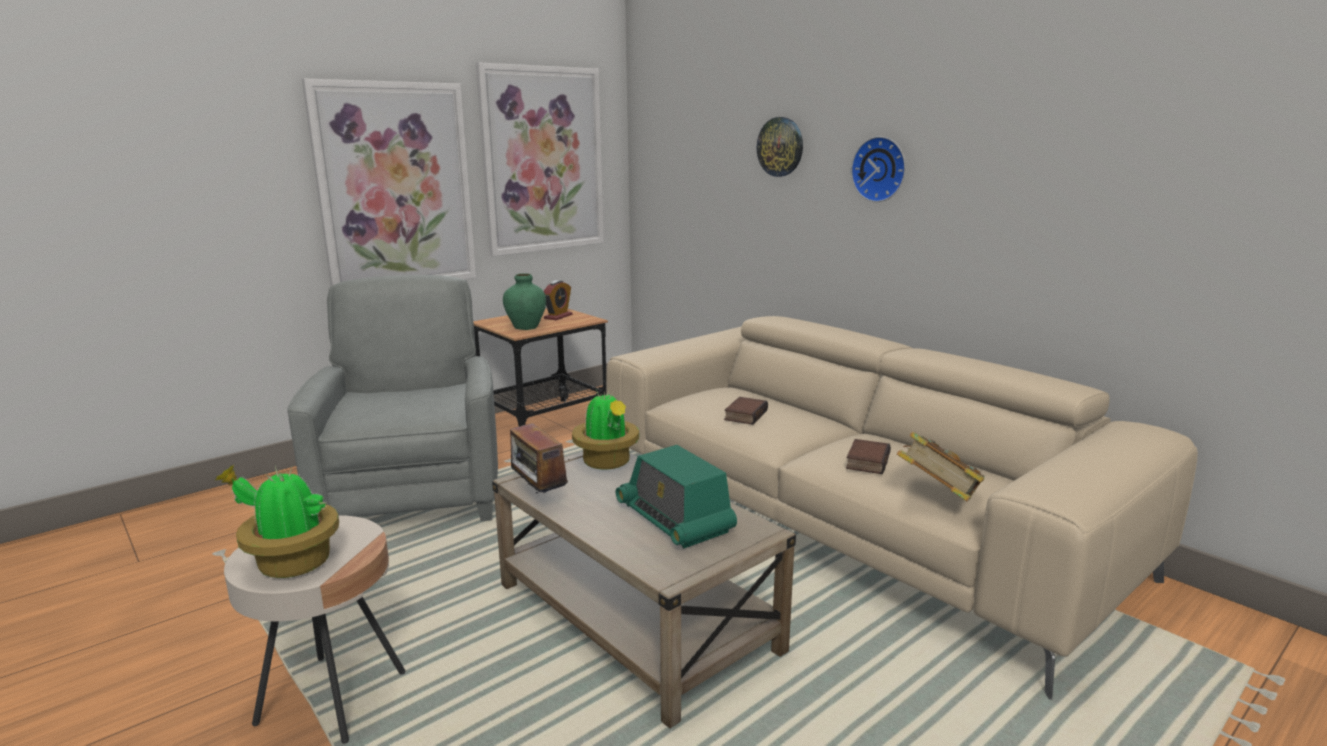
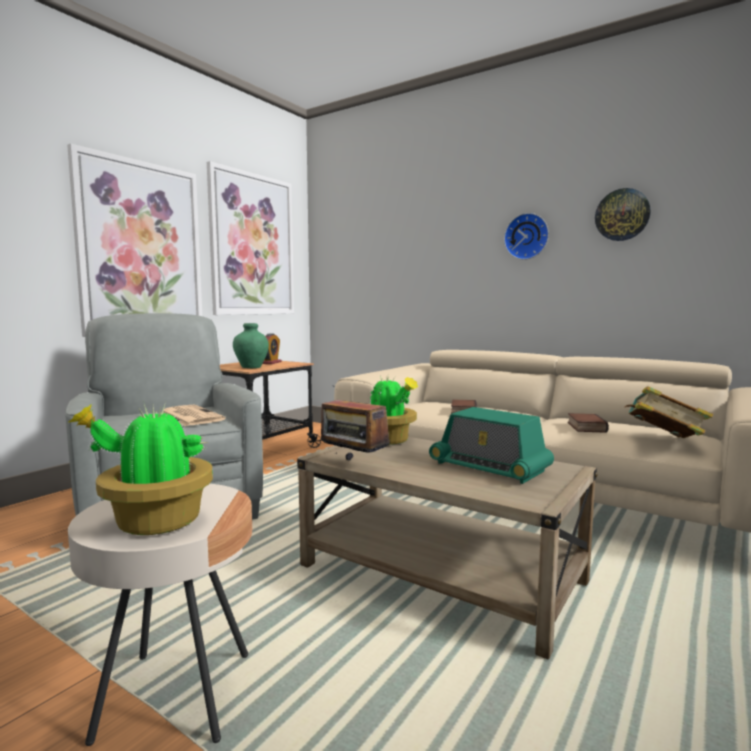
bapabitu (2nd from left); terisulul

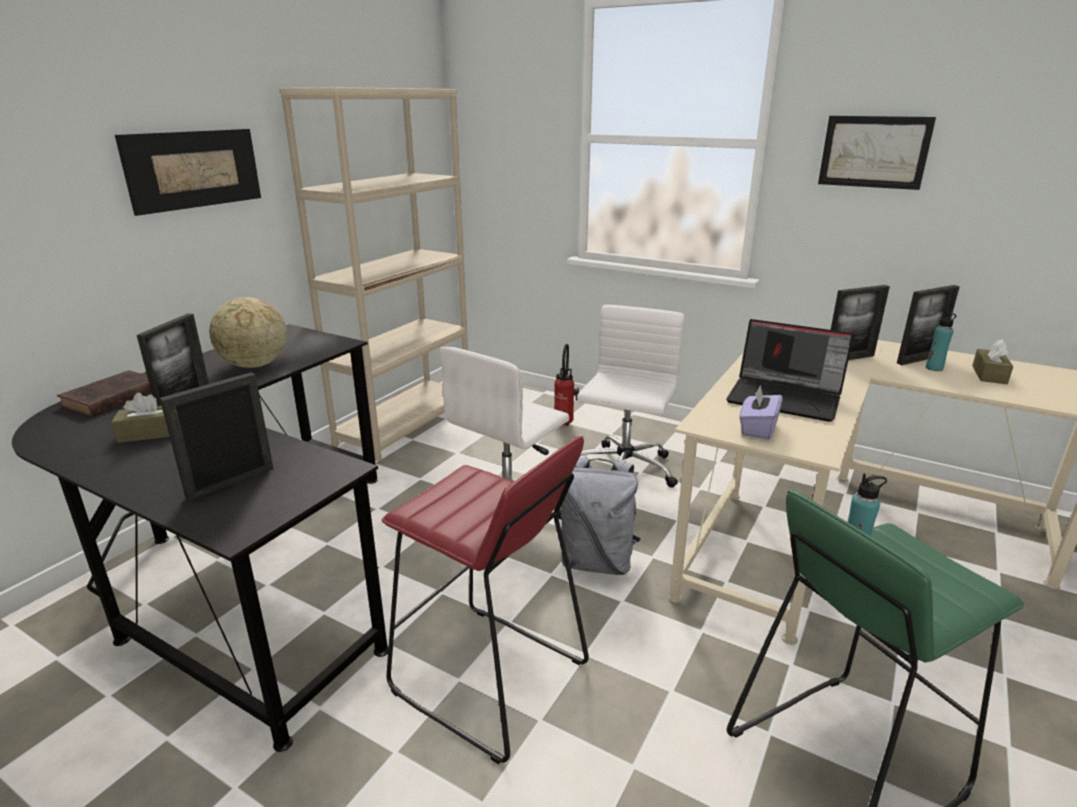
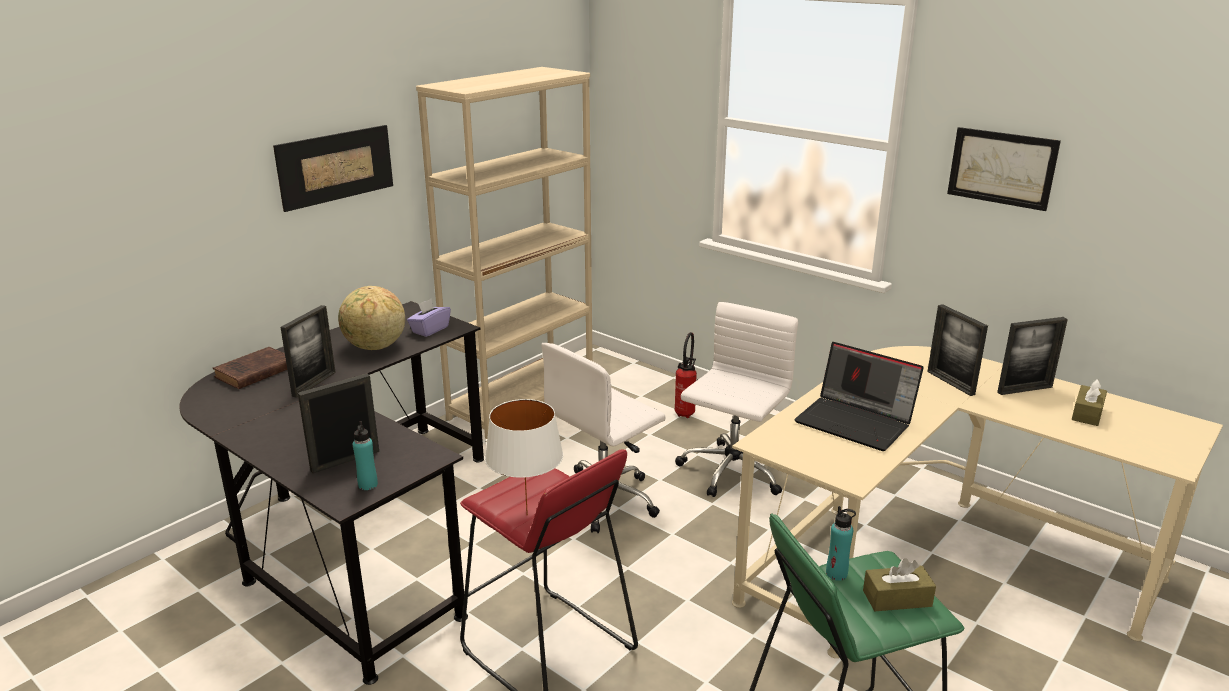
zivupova (3rd from left); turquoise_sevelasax (1st from left); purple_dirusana; brown_dirusana (1st from left); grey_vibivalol; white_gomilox

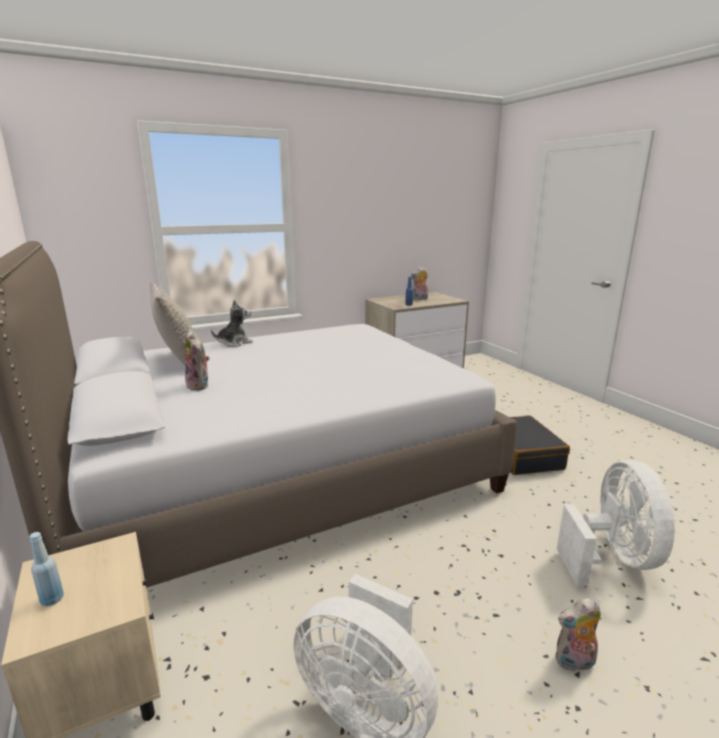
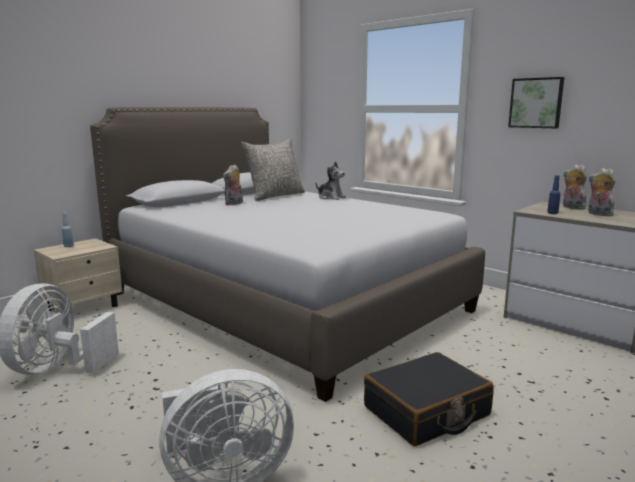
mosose (3rd from left); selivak

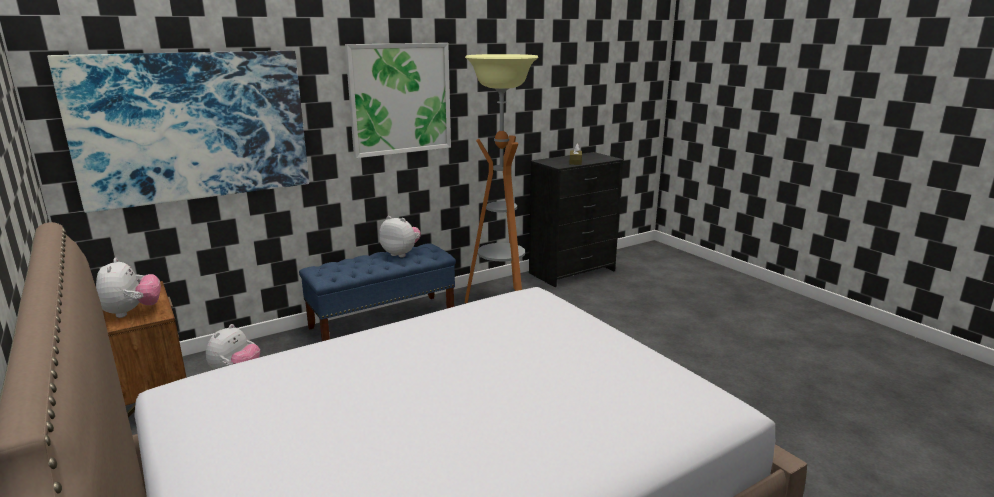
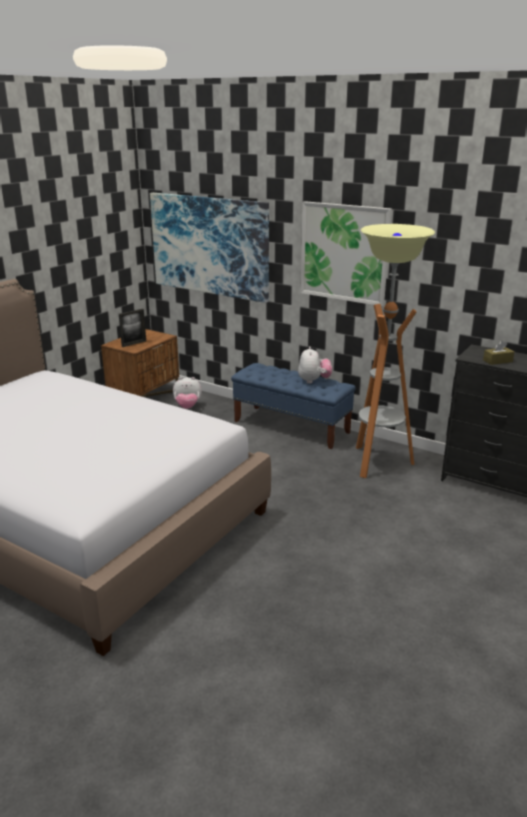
zivupova

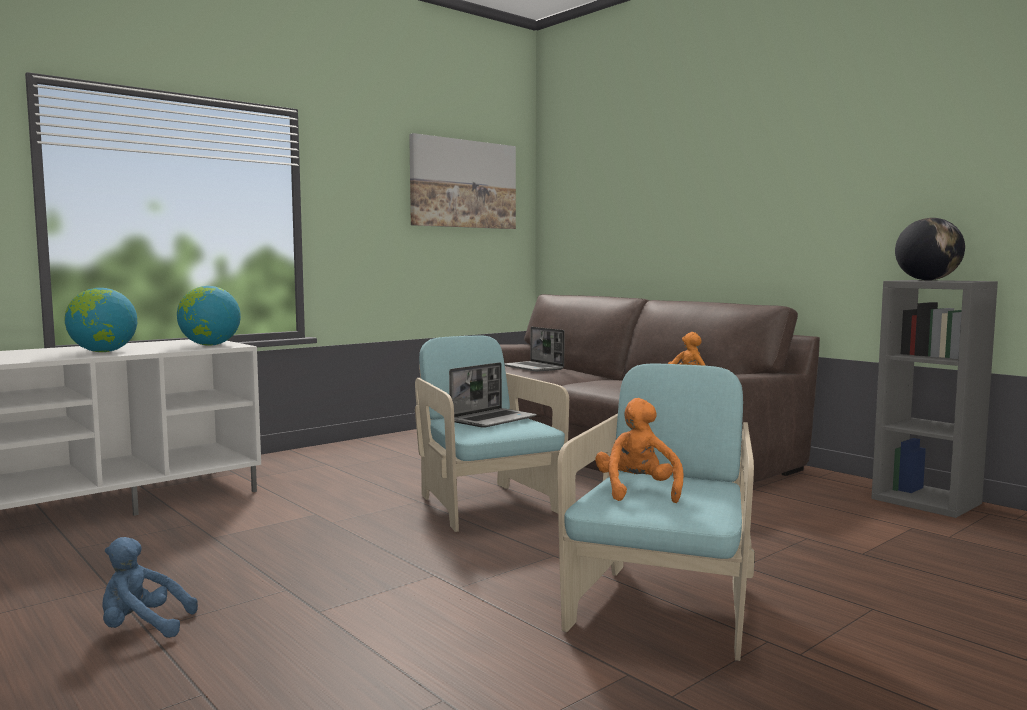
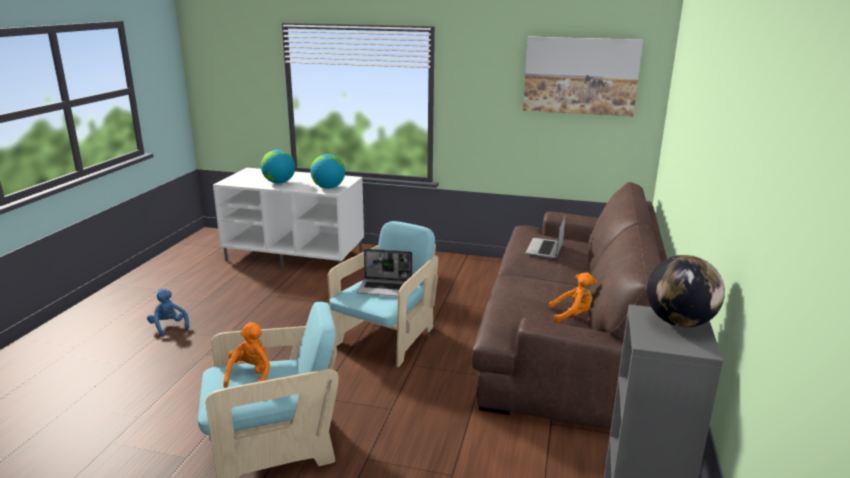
orange_mosose (1st from left)

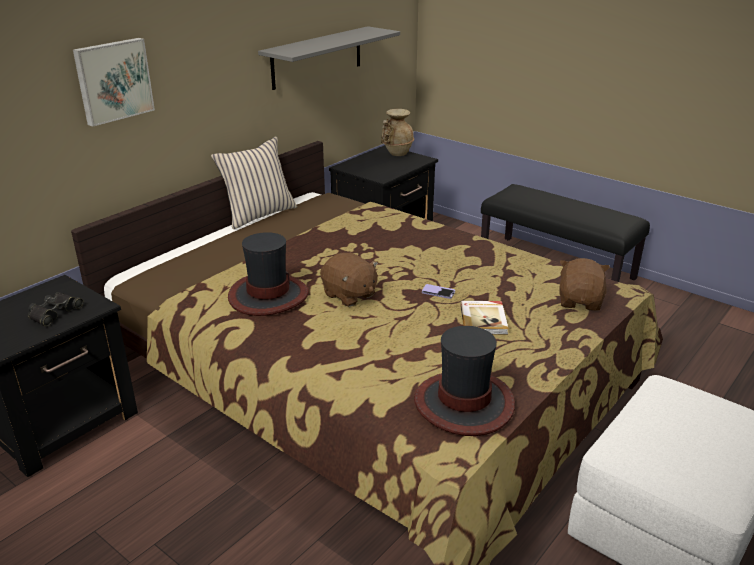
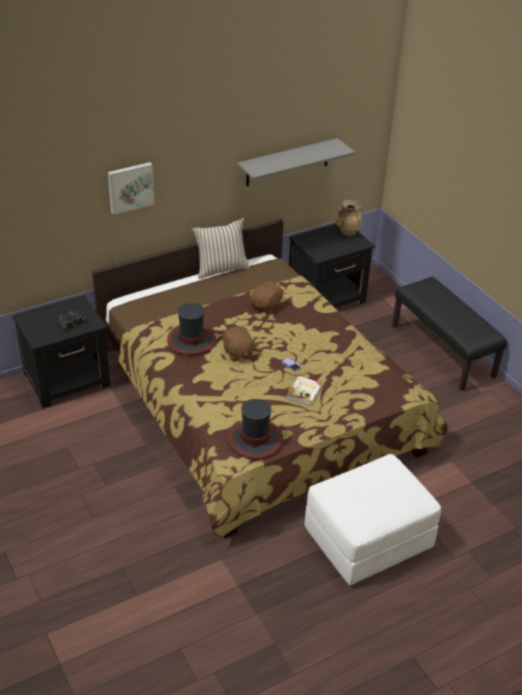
brown_mosose (2nd from left)

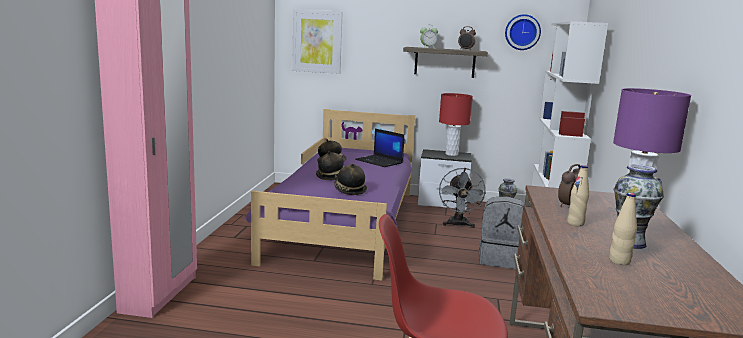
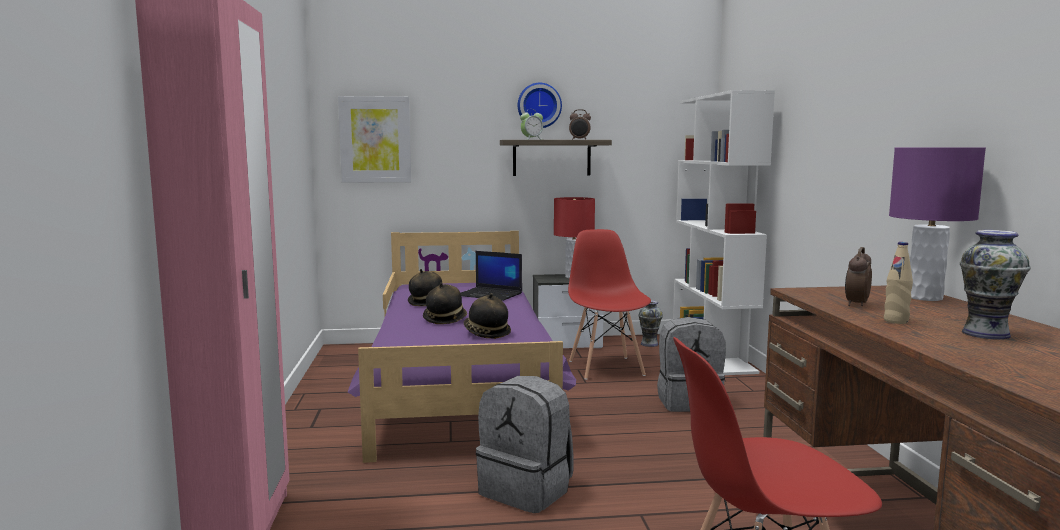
bapabitu; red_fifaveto (1st from left); beige_sevelasax (2nd from left in the first image); grey_vibivalol (1st from left)

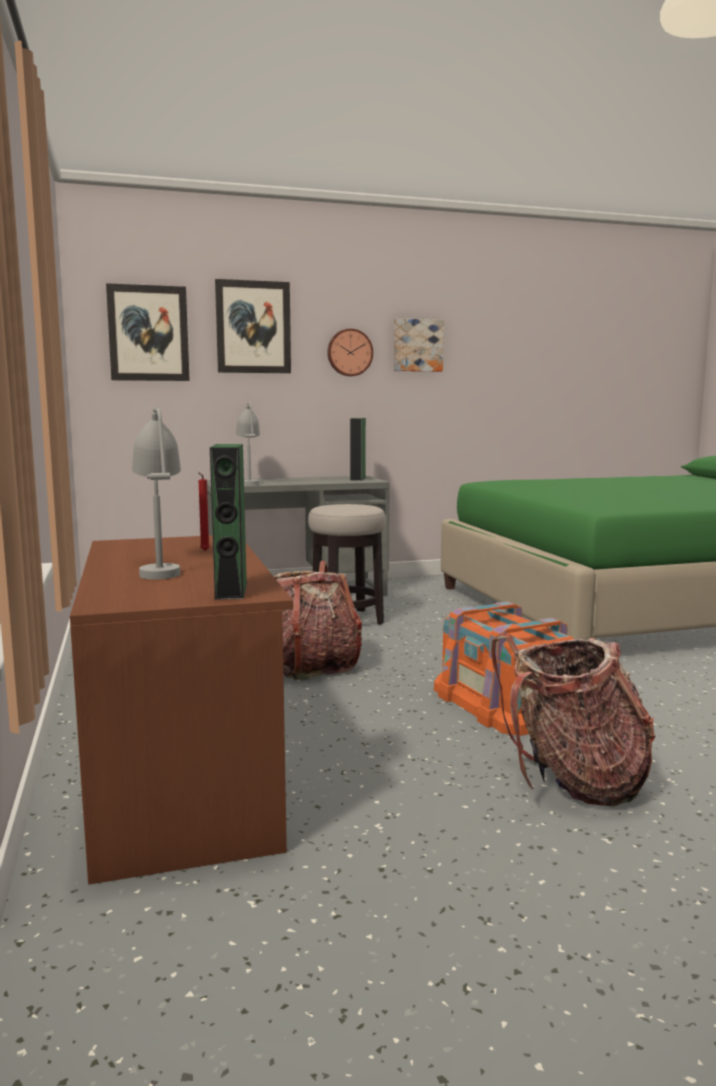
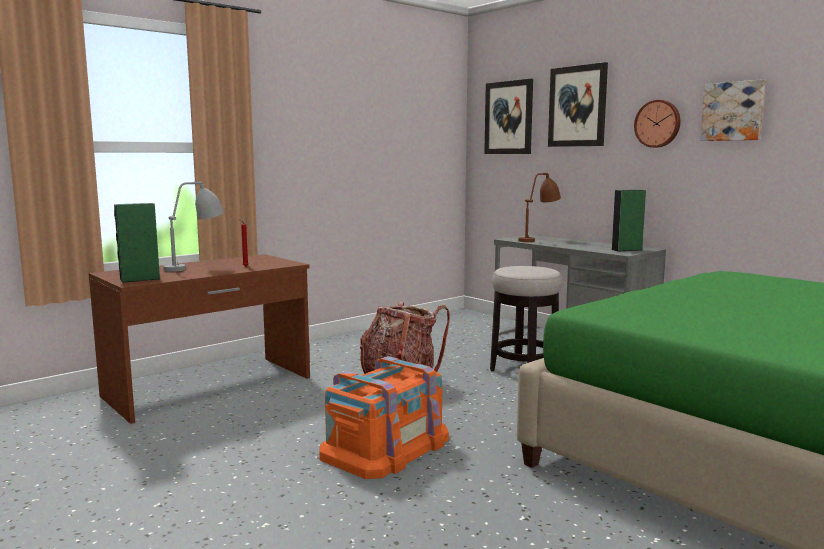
brown_gomilox; vibivalol (2nd from left in the first image)

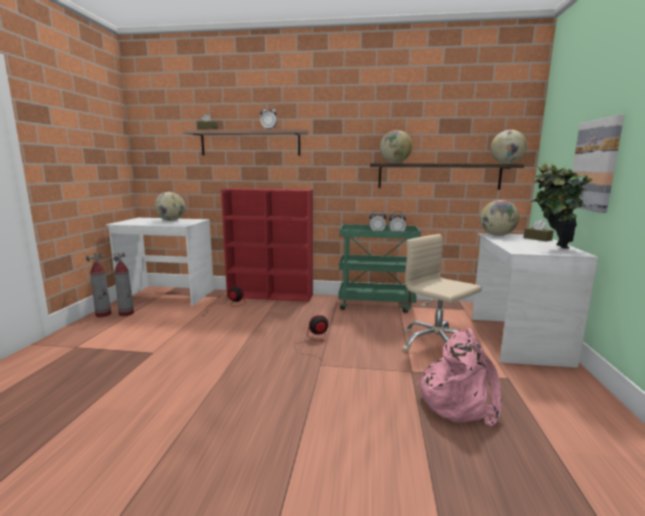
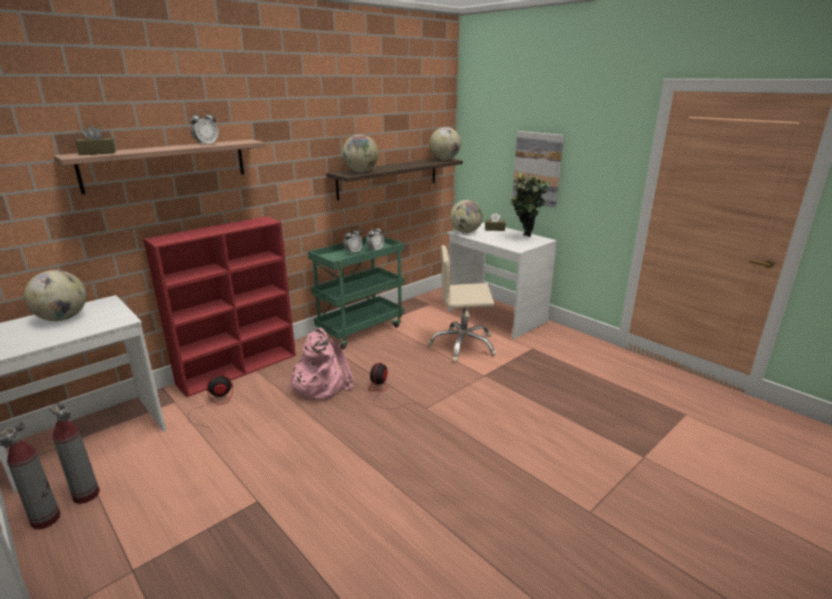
pink_vibivalol

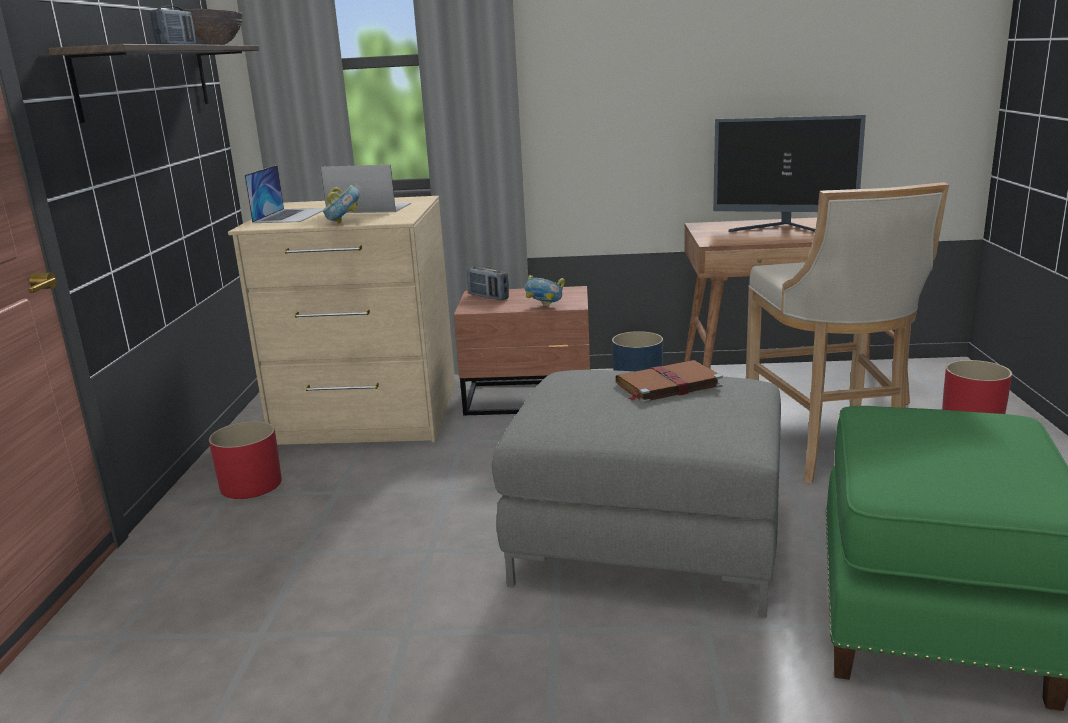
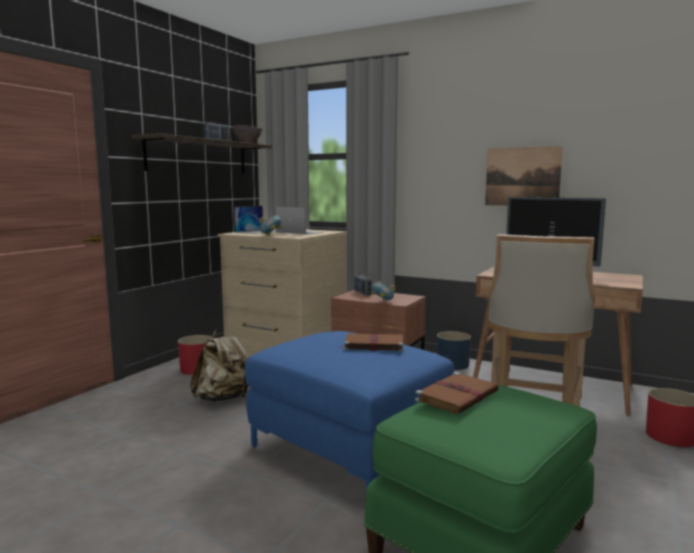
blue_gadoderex; selivak; beige_vibivalol; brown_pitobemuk (2nd from left)

